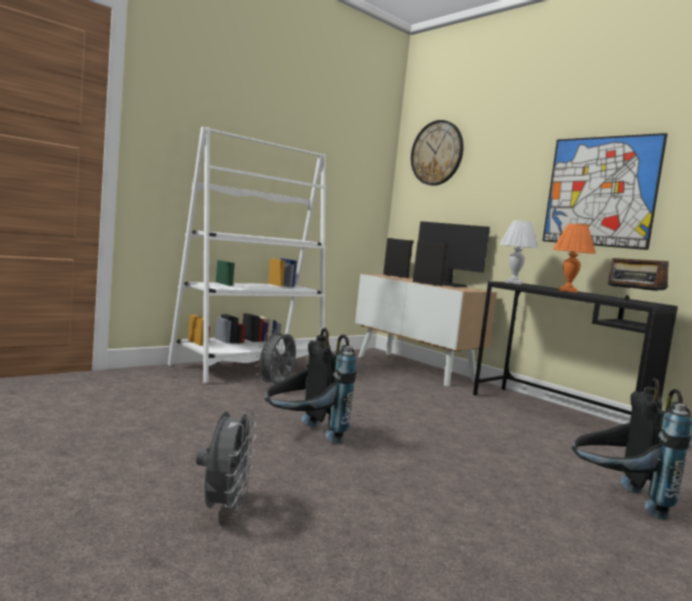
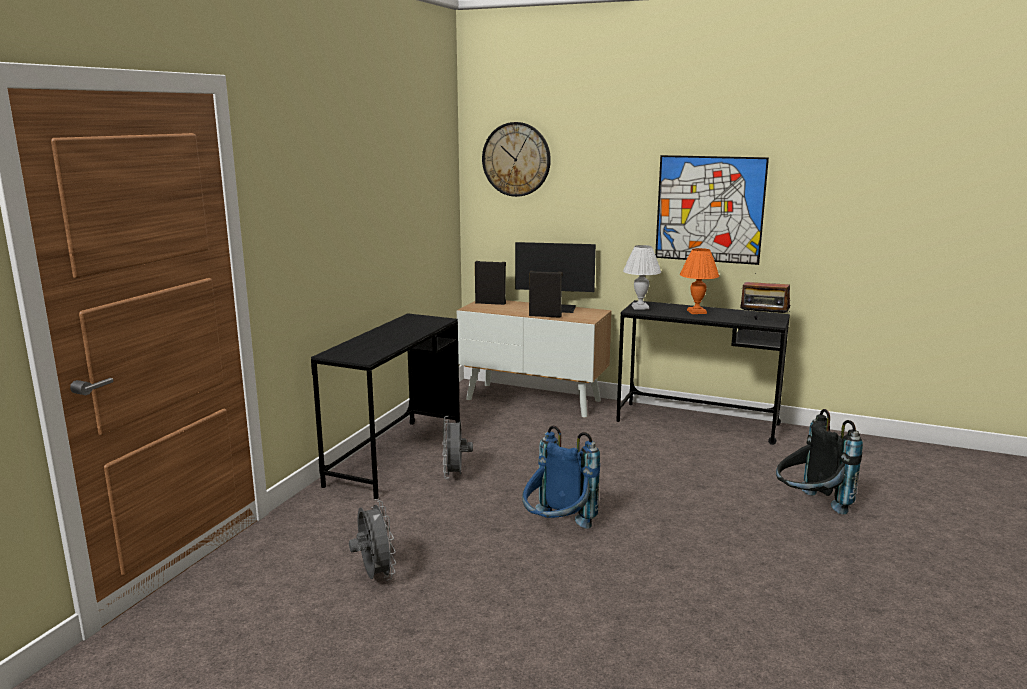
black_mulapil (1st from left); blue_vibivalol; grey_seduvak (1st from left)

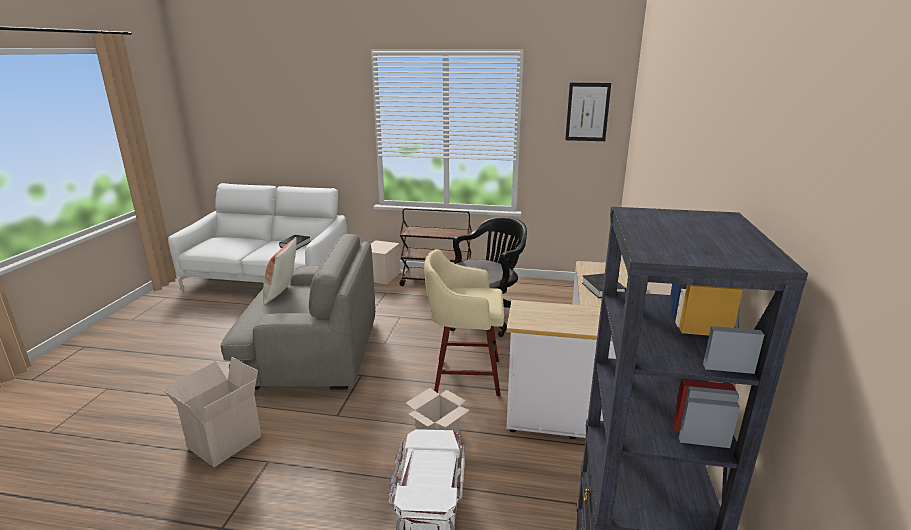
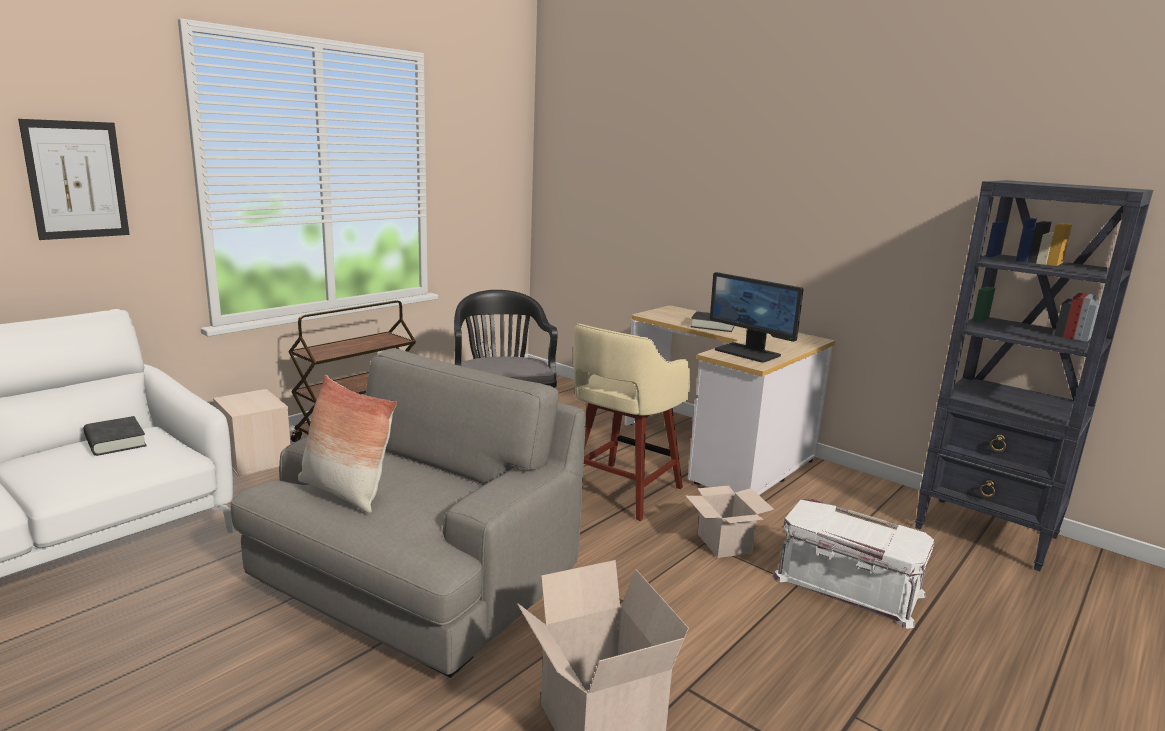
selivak; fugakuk

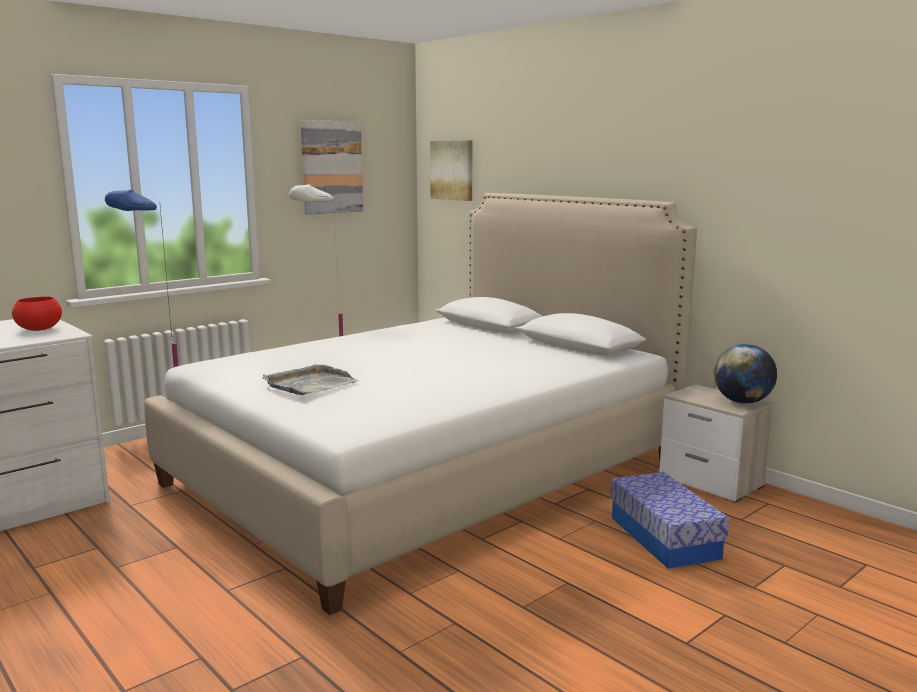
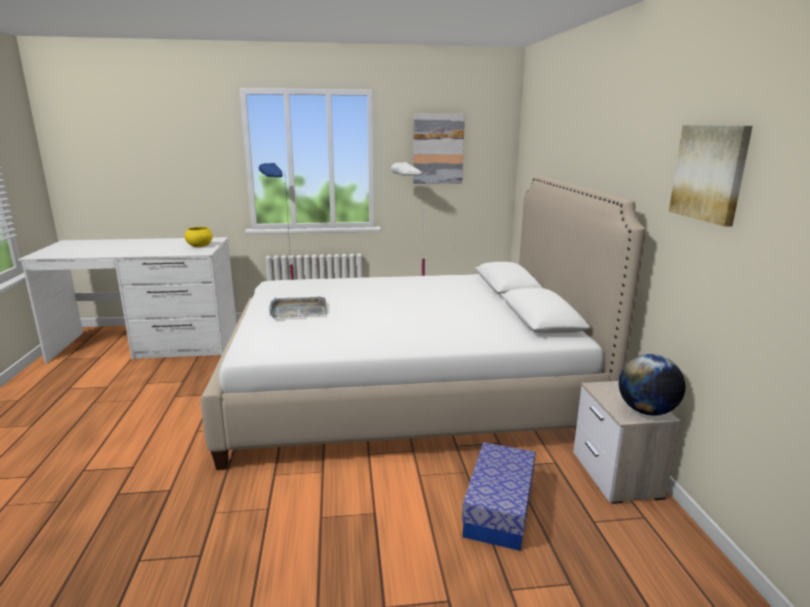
selivak (2nd from left); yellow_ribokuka

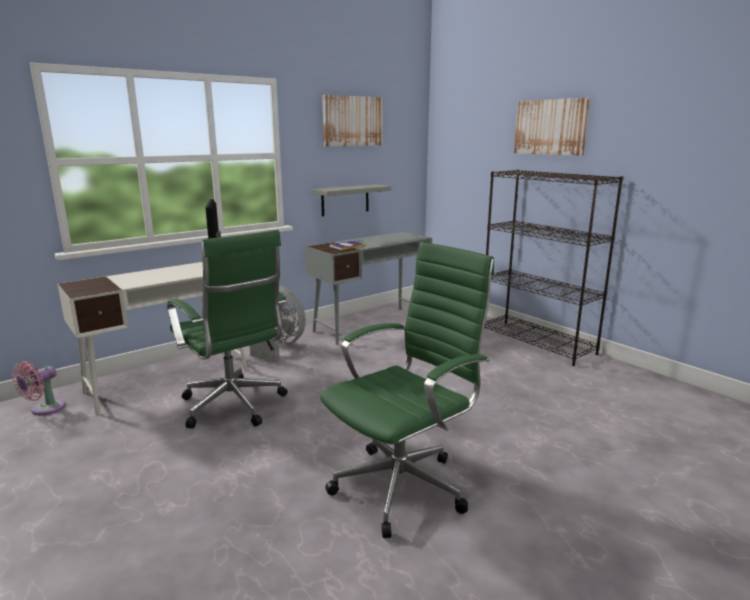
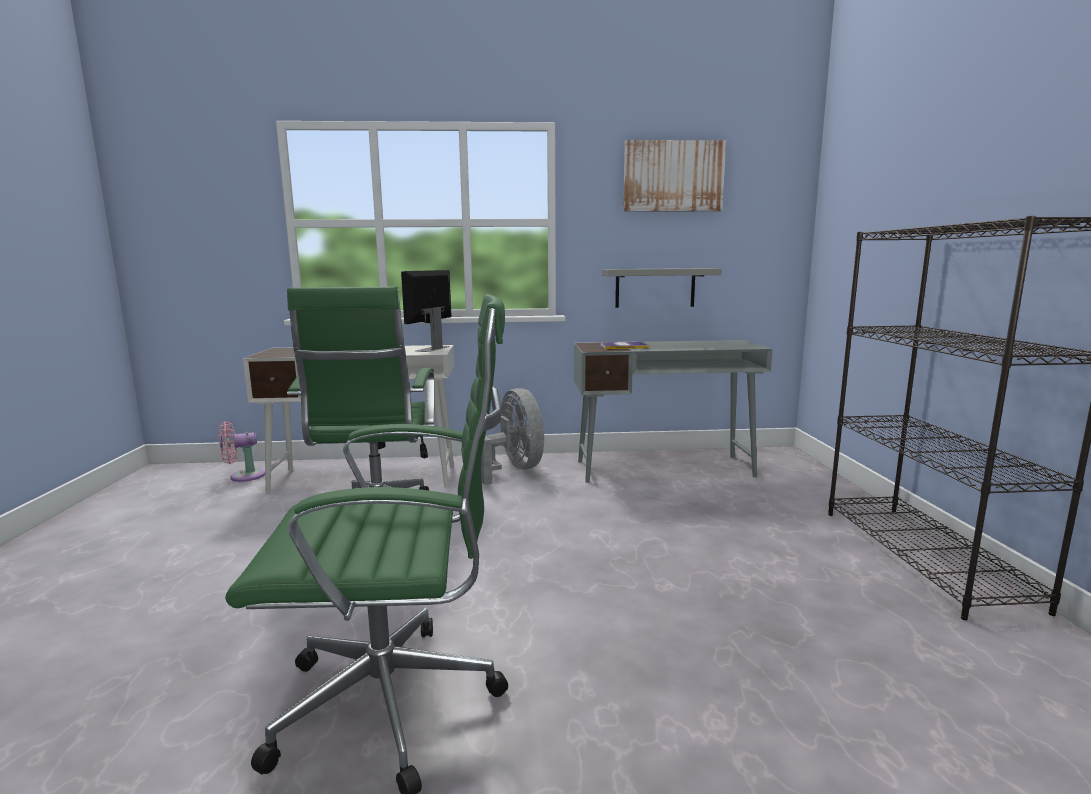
selivak (2nd from left in the first image)

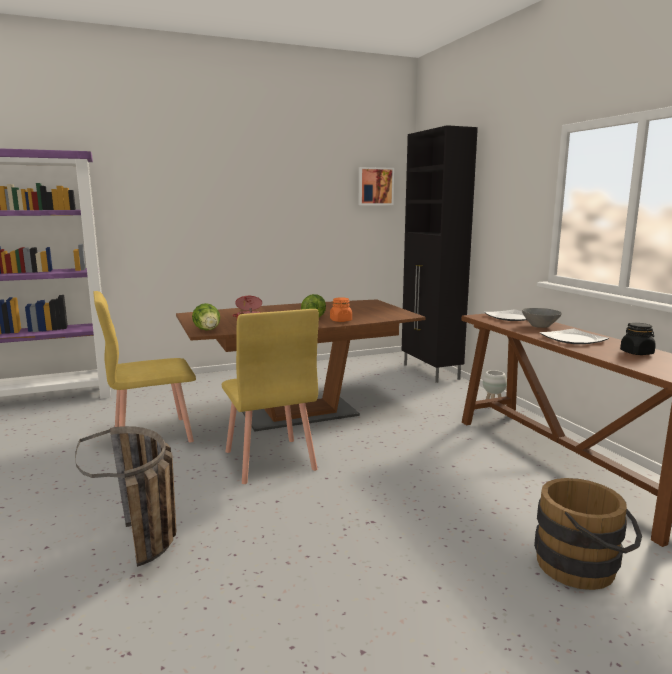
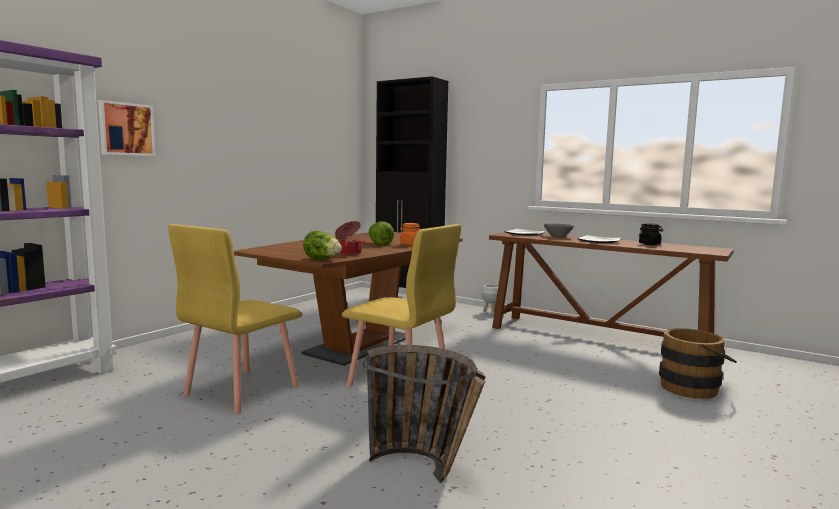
selivak

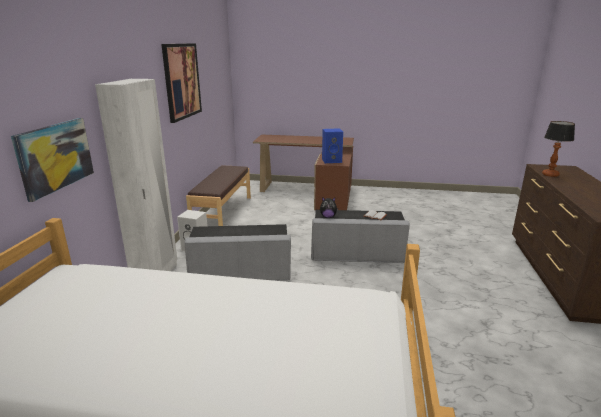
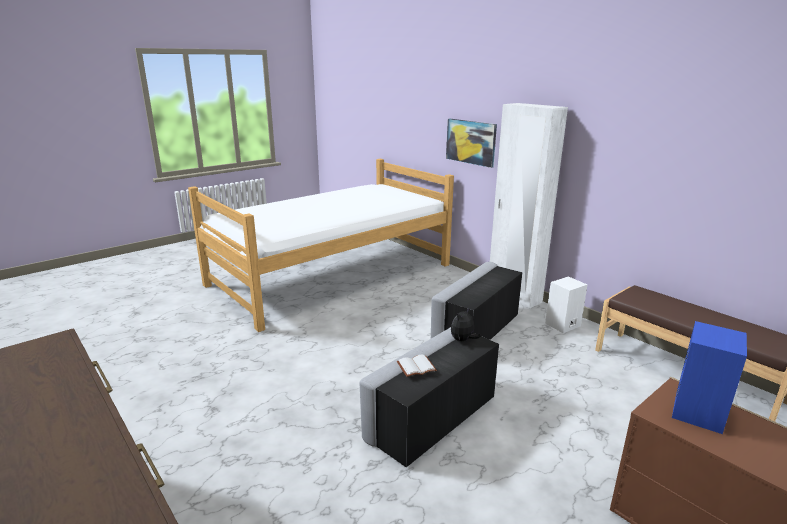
selivak (2nd from left in the first image); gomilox

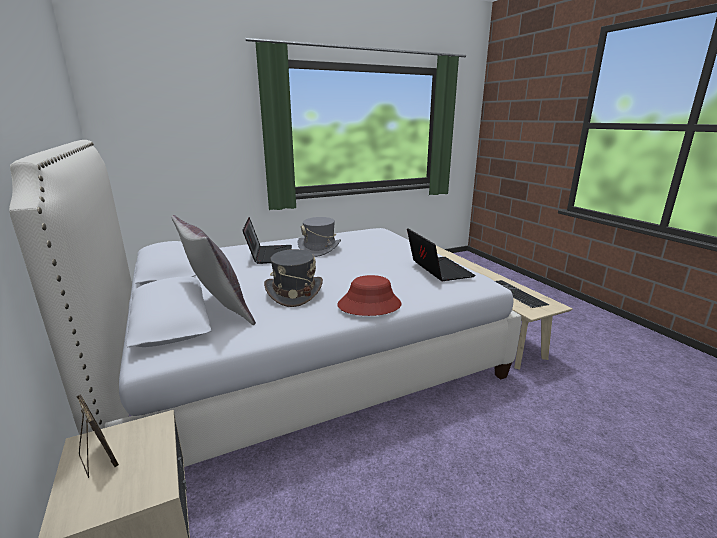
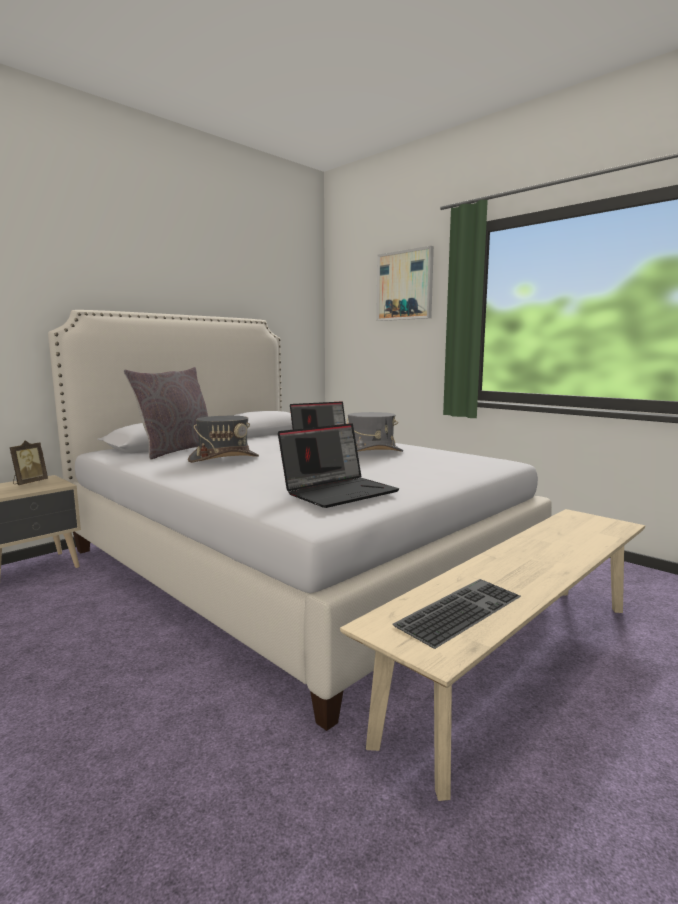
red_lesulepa; selivak

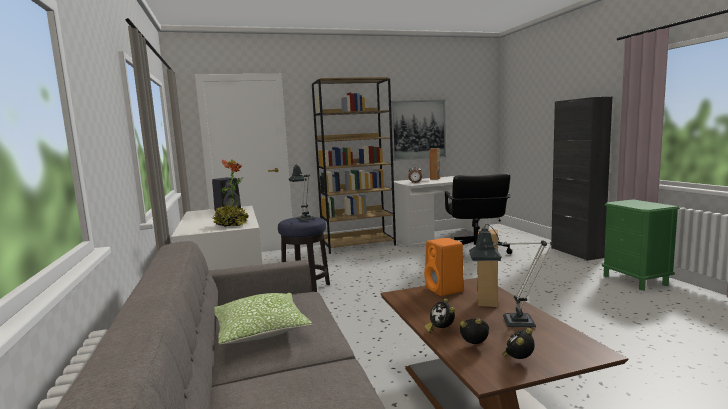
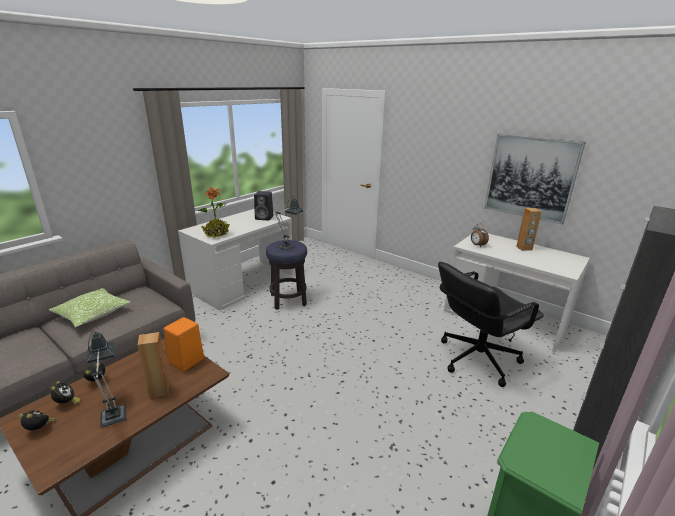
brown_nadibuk

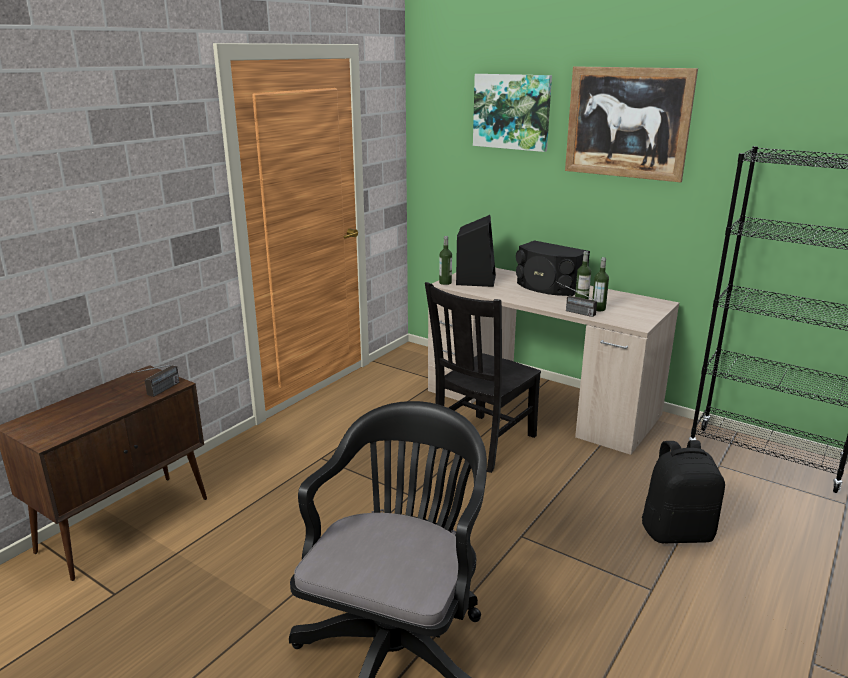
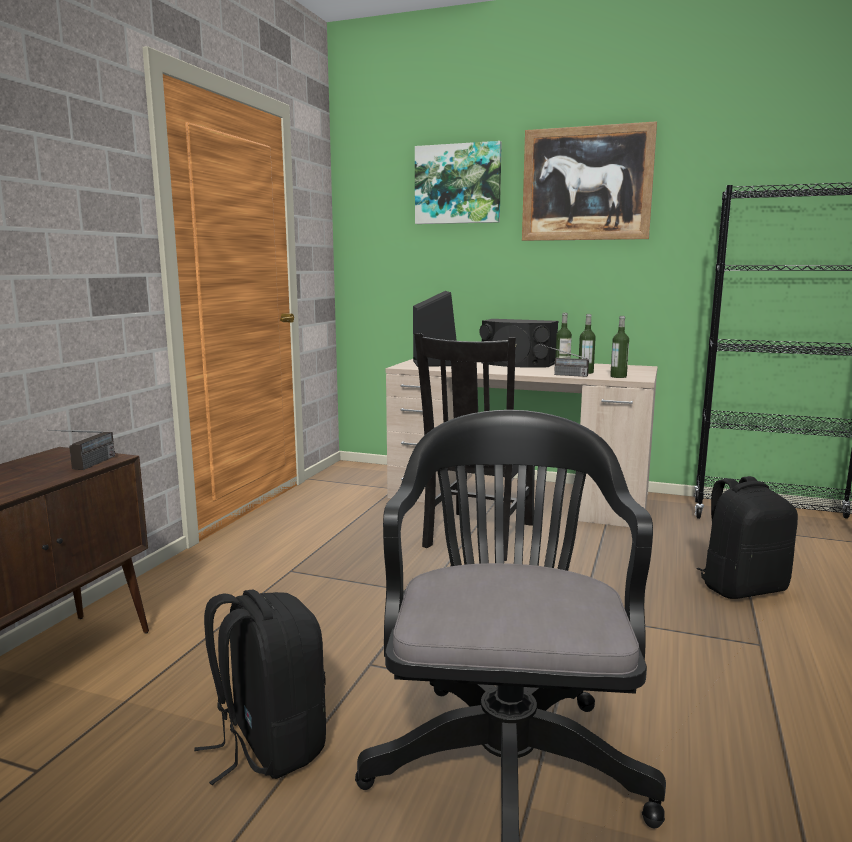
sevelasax (3rd from left); black_vibivalol (1st from left)

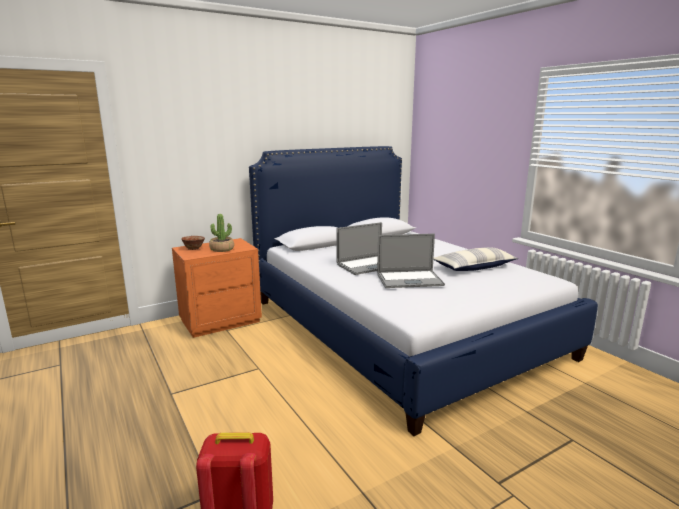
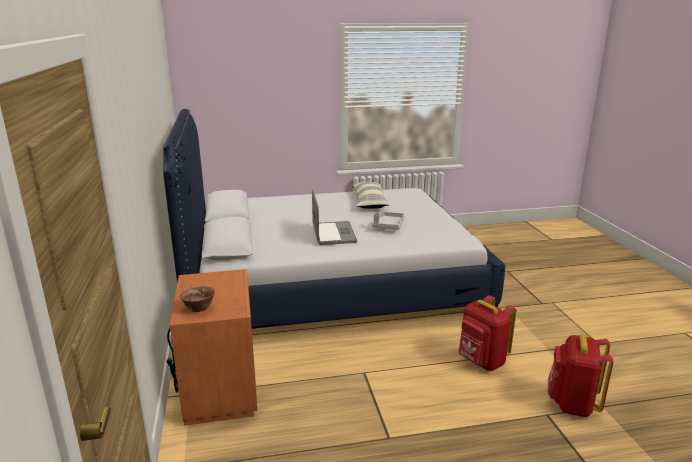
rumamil; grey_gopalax; red_vibivalol (1st from left)

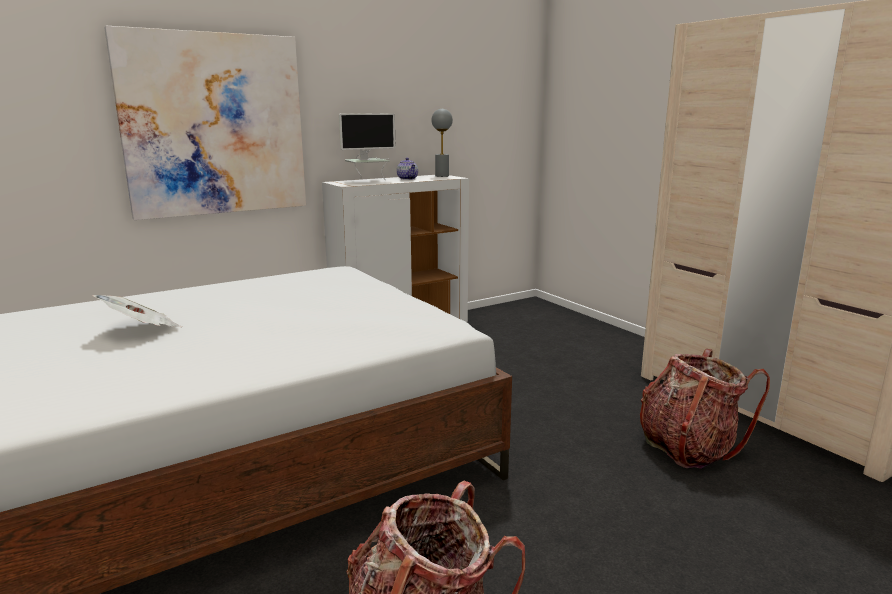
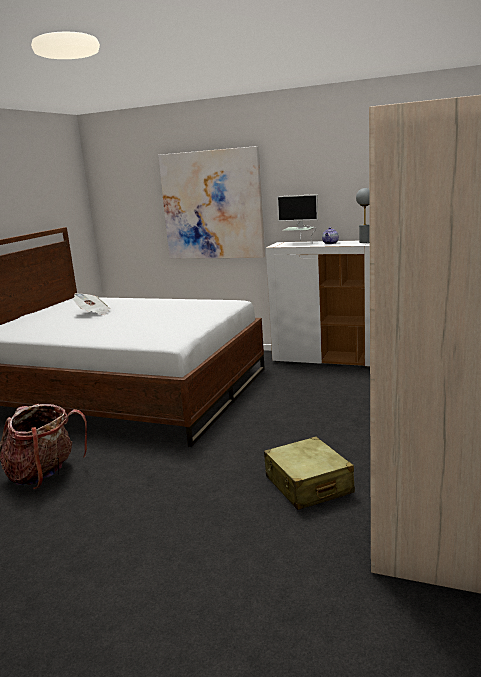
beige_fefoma

